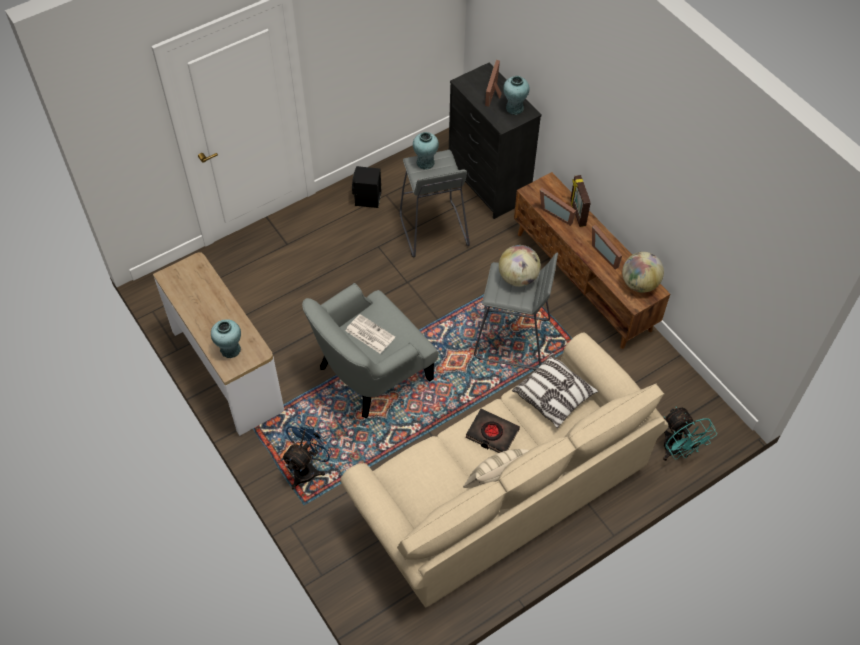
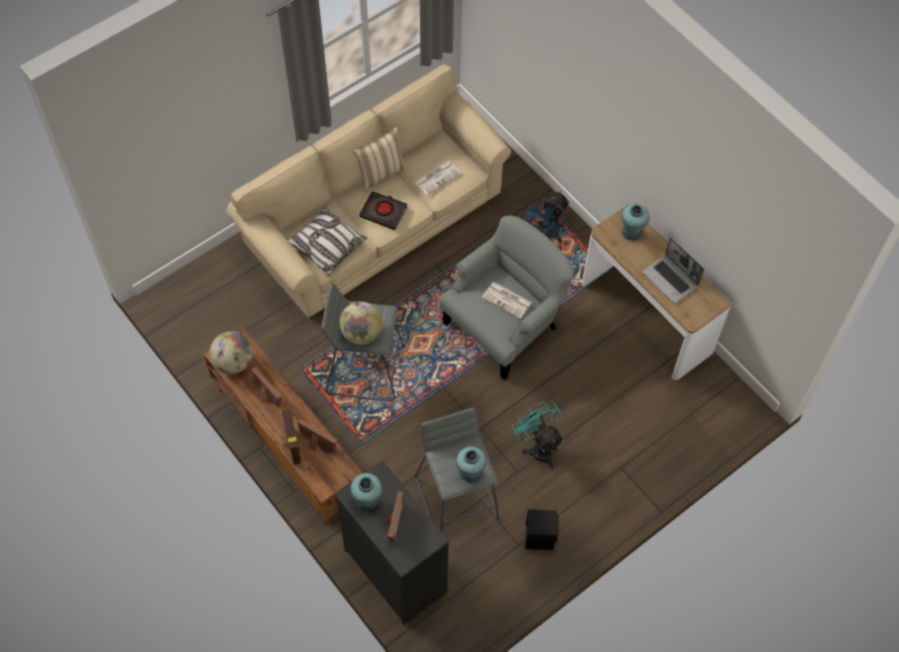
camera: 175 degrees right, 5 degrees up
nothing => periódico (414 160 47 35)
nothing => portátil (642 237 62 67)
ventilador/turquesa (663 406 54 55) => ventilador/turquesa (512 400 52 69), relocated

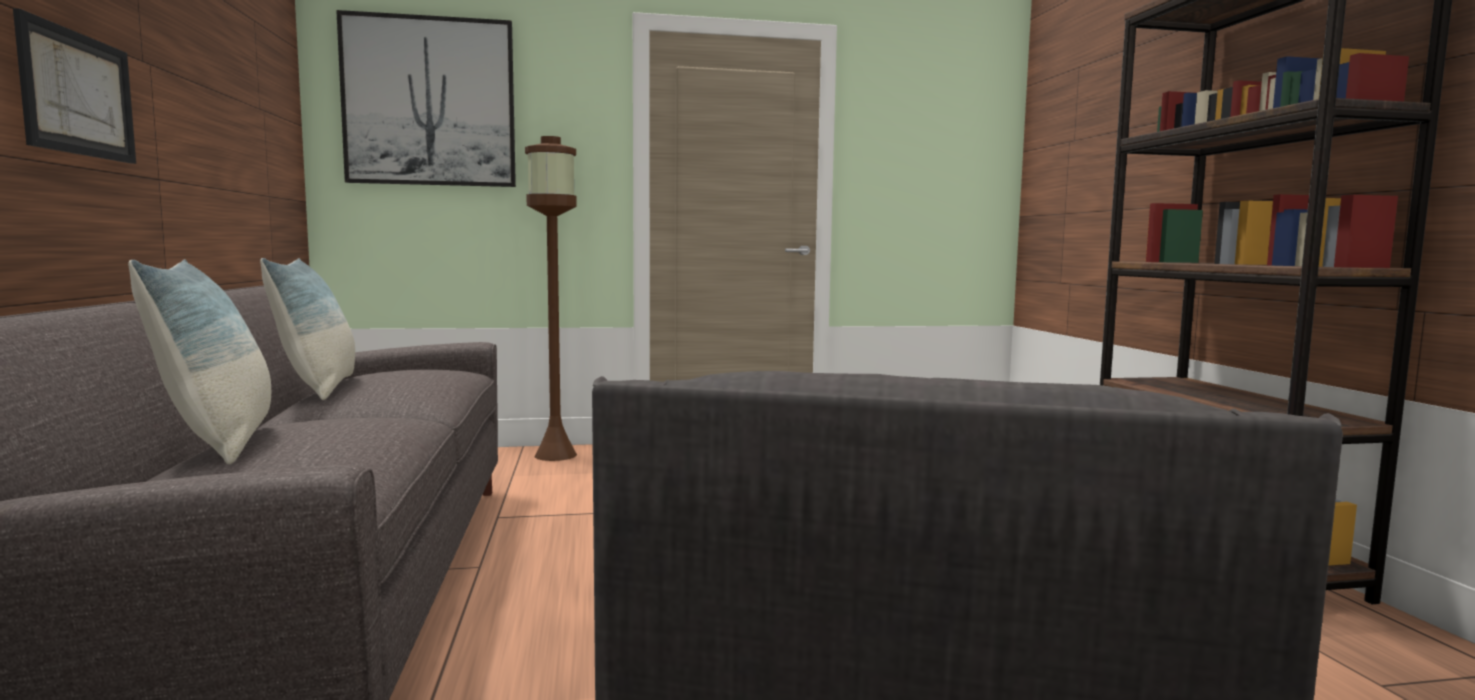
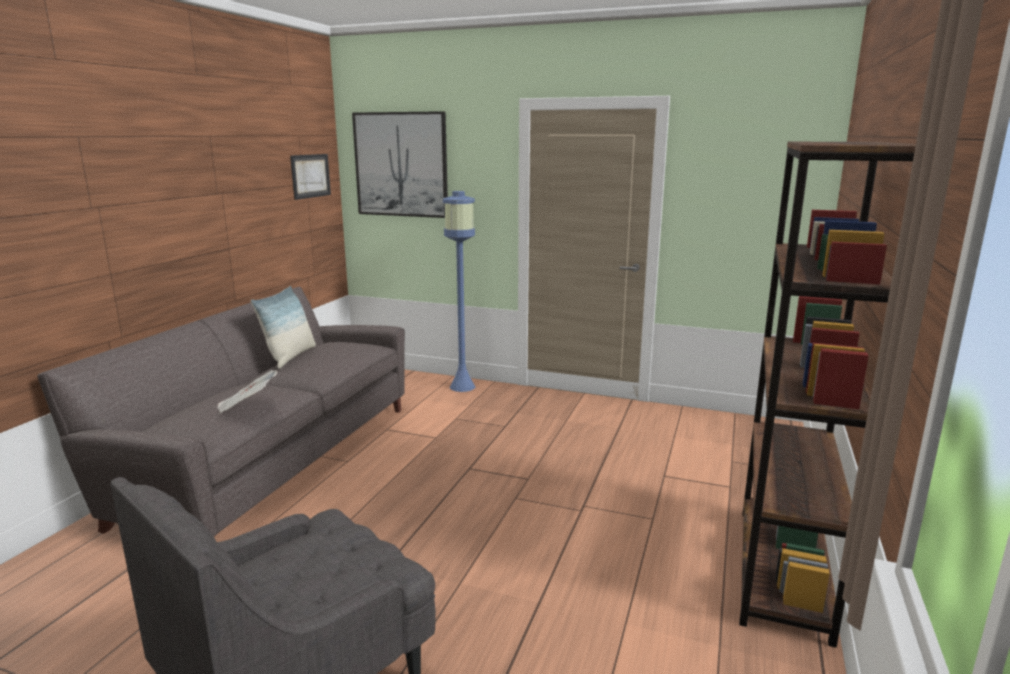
camera: 30 degrees right, 10 degrees up
cojín (128 259 143 205) => nothing
nothing => periódico (217 370 60 44)
cuadro (13 8 123 156) => cuadro (290 154 41 46), relocated
lámpara de pie/marrón (525 136 52 325) => lámpara de pie/azul (443 191 32 201)

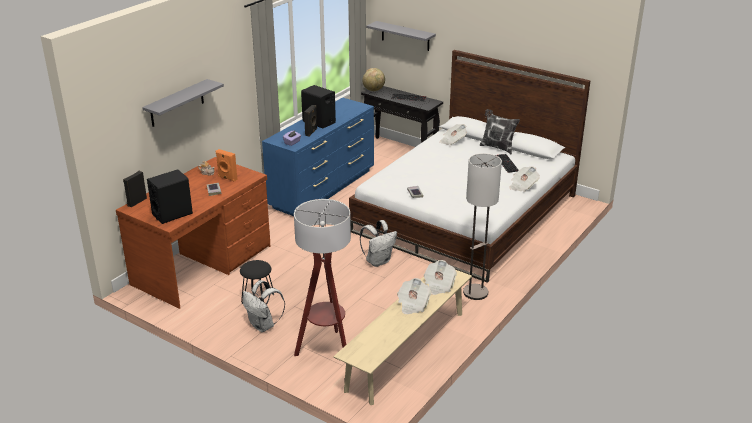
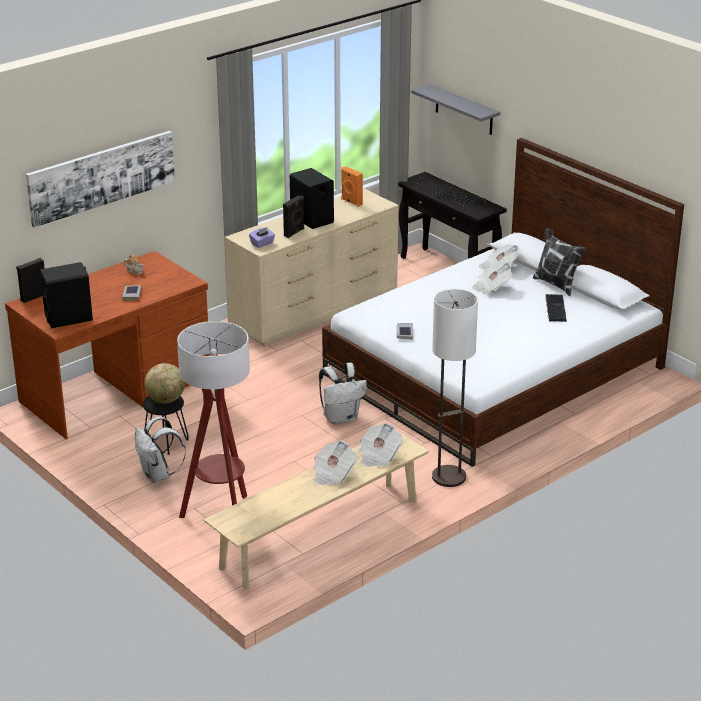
camera: 15 degrees right, 0 degrees up
altavoz/naranja (216 149 21 33) => altavoz/naranja (341 166 22 41), relocated
globo terráqueo (362 68 23 23) => globo terráqueo (145 363 40 40), relocated
periódico (509 167 31 25) => periódico (472 262 40 32), relocated
estante/gris (142 79 82 48) => cuadro (26 131 149 97)
cómoda/azul (262 97 112 119) => cómoda/beis (225 188 174 159)

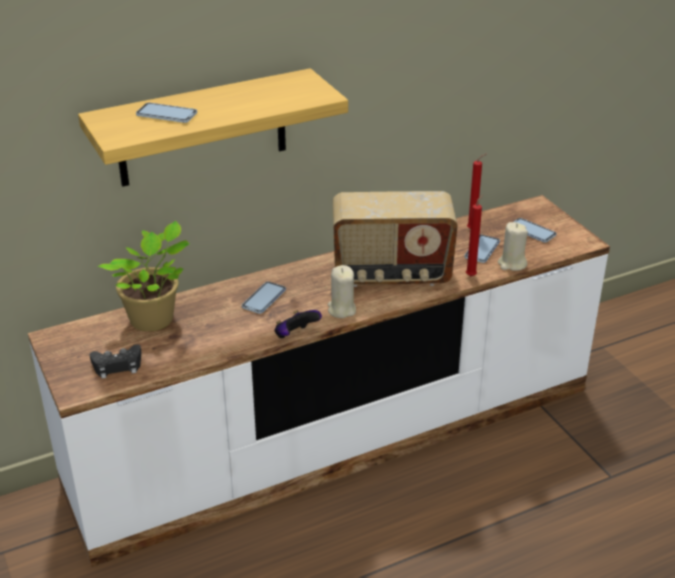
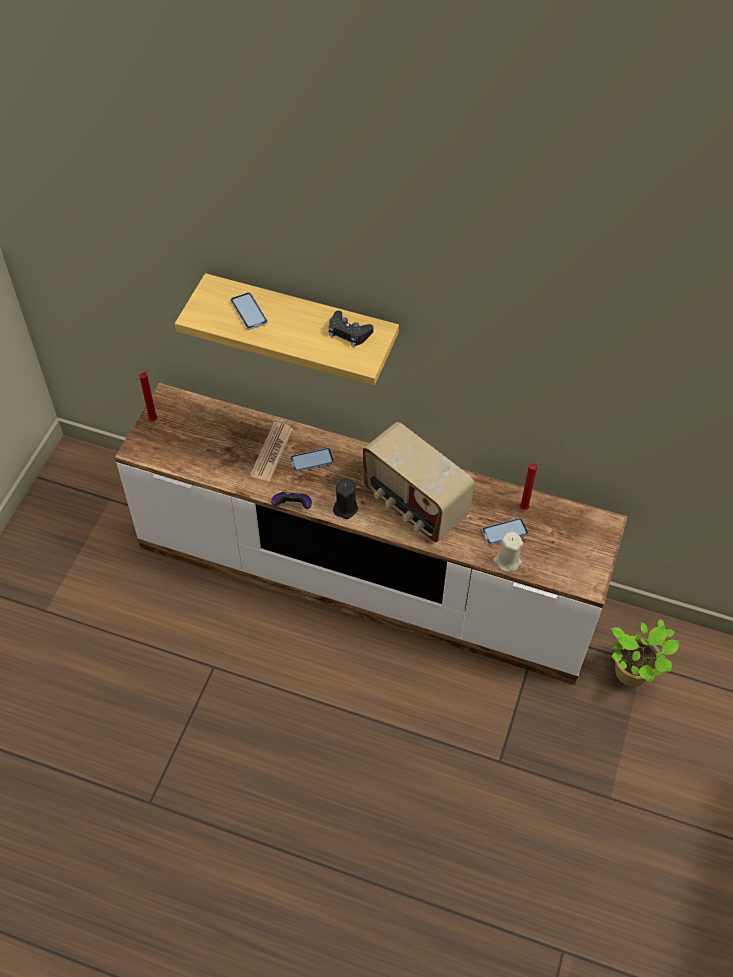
camera: 45 degrees right, 20 degrees up
móvil (513 218 44 25) => nothing
nothing => periódico (250 422 43 59)
mando de consola/negro (90 344 52 35) => mando de consola/negro (329 310 44 37), relocated
planta en maceta (98 221 92 110) => planta en maceta (611 619 68 68), relocated
vela/rojo (466 195 17 81) => vela/rojo (139 369 18 52), relocated
vela/beis (328 265 28 53) => vela/negro (333 479 25 40)

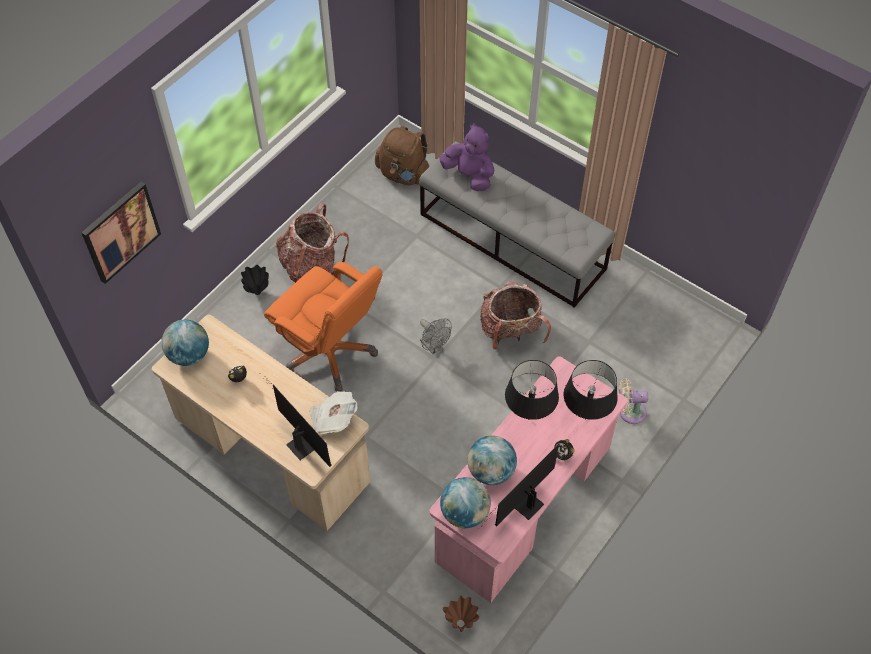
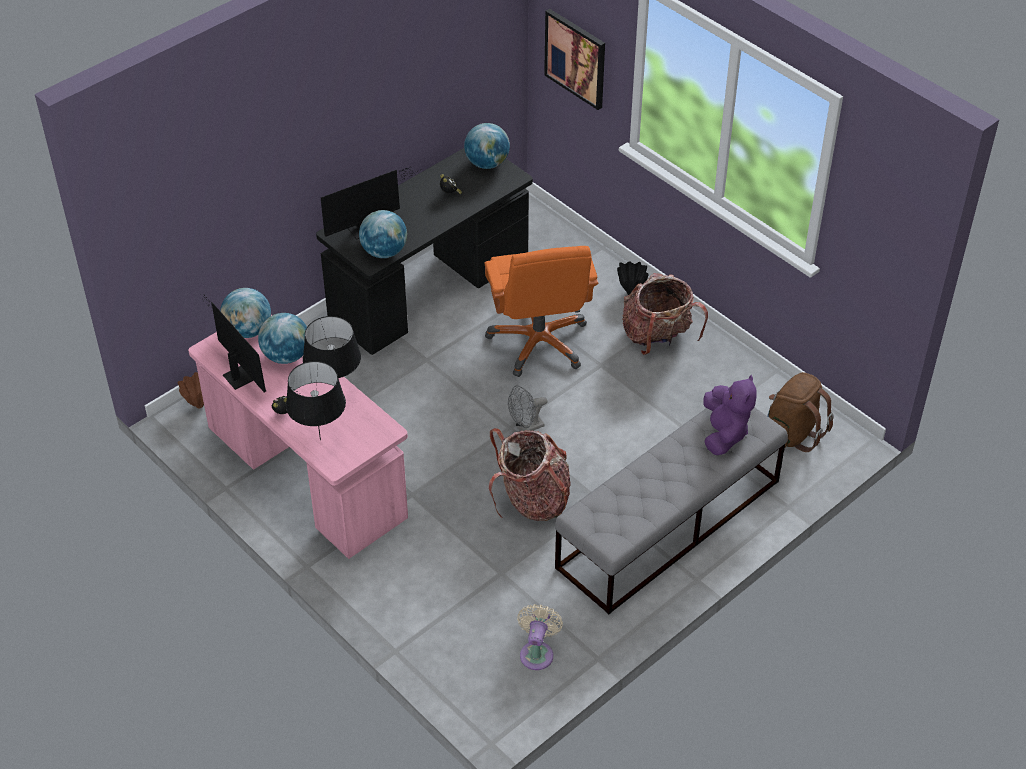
camera: 100 degrees right, 10 degrees down
ventilador/beis (618 378 30 46) => ventilador/beis (517 604 46 66), relocated
periódico (309 391 49 43) => globo terráqueo (359 210 48 48)
escritorio/beis (152 315 218 216) => escritorio/negro (316 148 217 207)
silla de oficina/naranja (264 262 119 130) => silla de oficina/naranja (484 246 114 131), 60 degrees counterclockwise
peluche/morado (439 123 55 68) => peluche/morado (703 375 54 81), 45 degrees counterclockwise

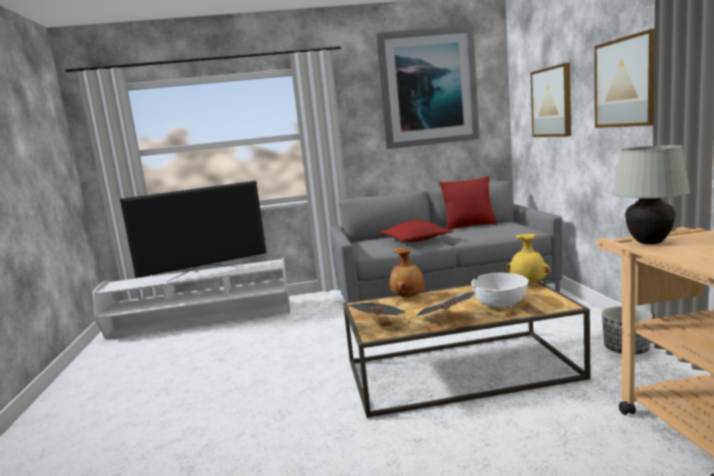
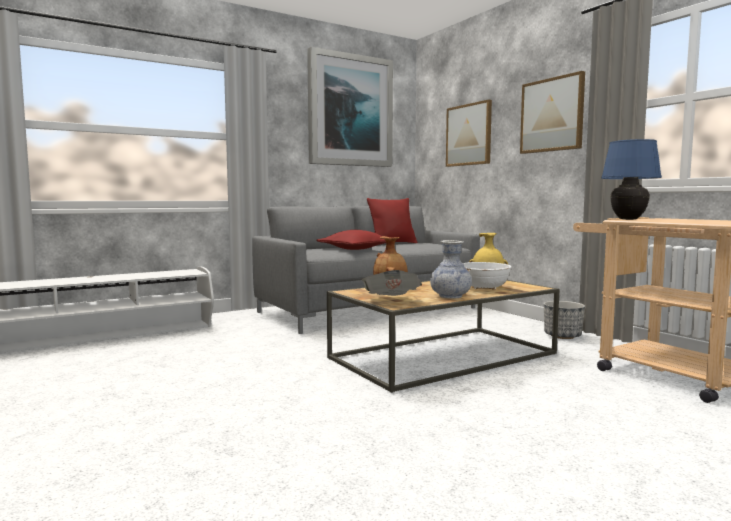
camera: 25 degrees left, 5 degrees down
televisor (120 181 146 101) => nothing
periódico (417 292 58 24) => florero (430 240 42 59)
lámpara de mesa/blanco (612 145 78 99) => lámpara de mesa/azul (601 139 61 81)

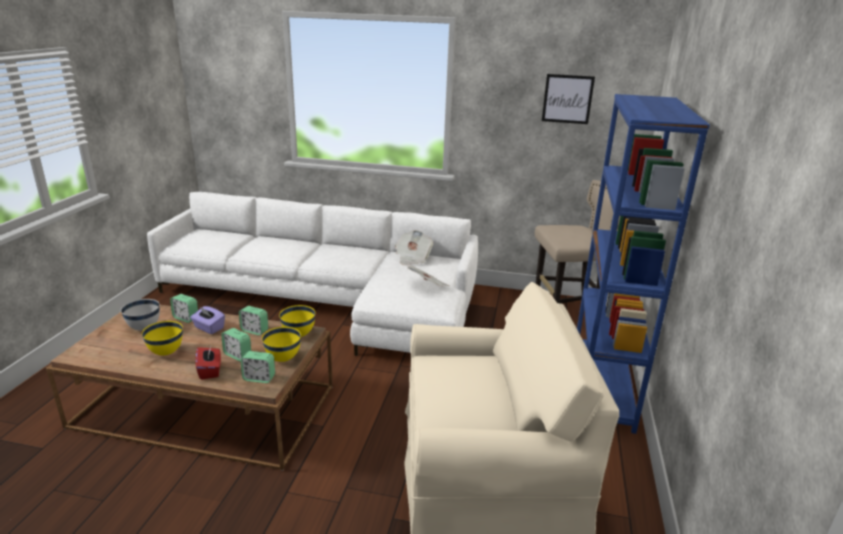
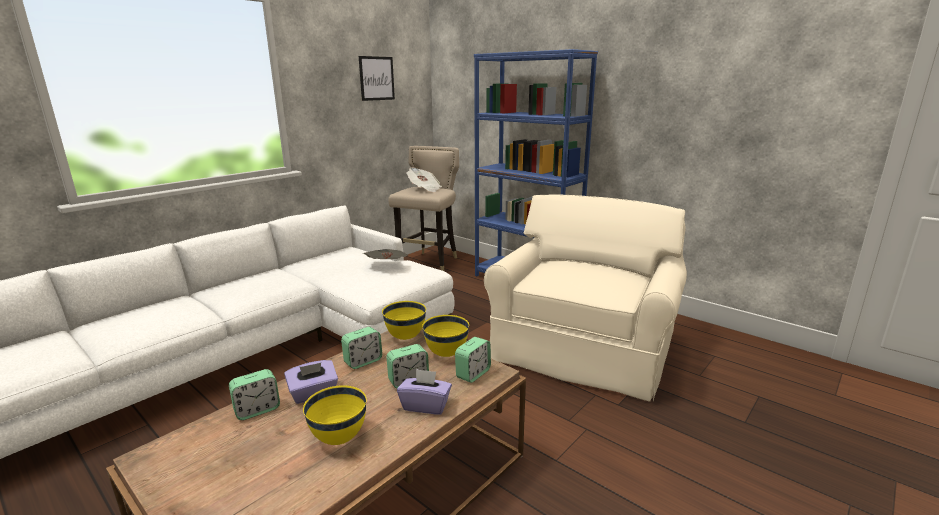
camera: 60 degrees left, 5 degrees down
cuenco/blanco (121 299 39 32) => nothing
periódico (395 230 38 35) => periódico (406 168 36 24), relocated
caja de pañuelos/rojo (195 346 26 34) => caja de pañuelos/morado (397 369 55 46)

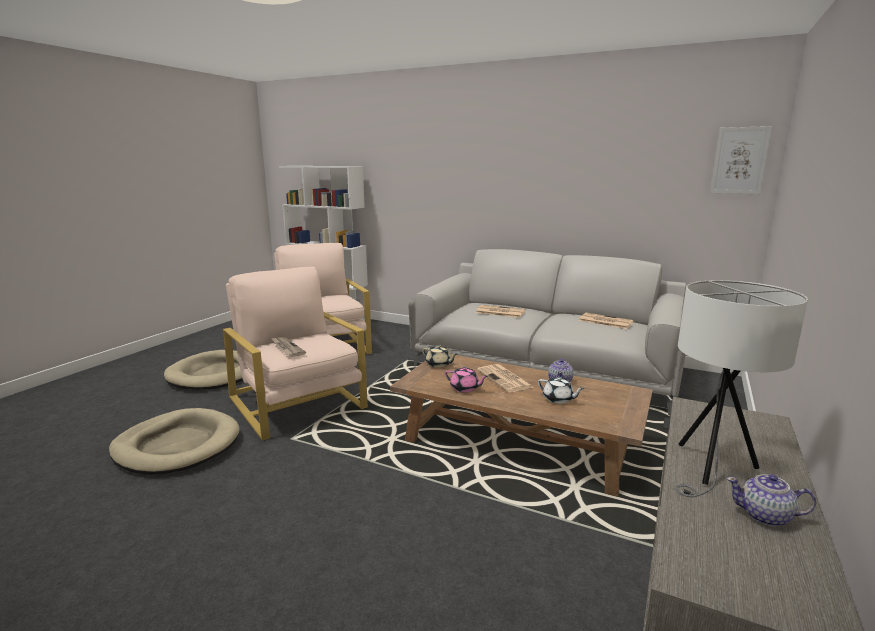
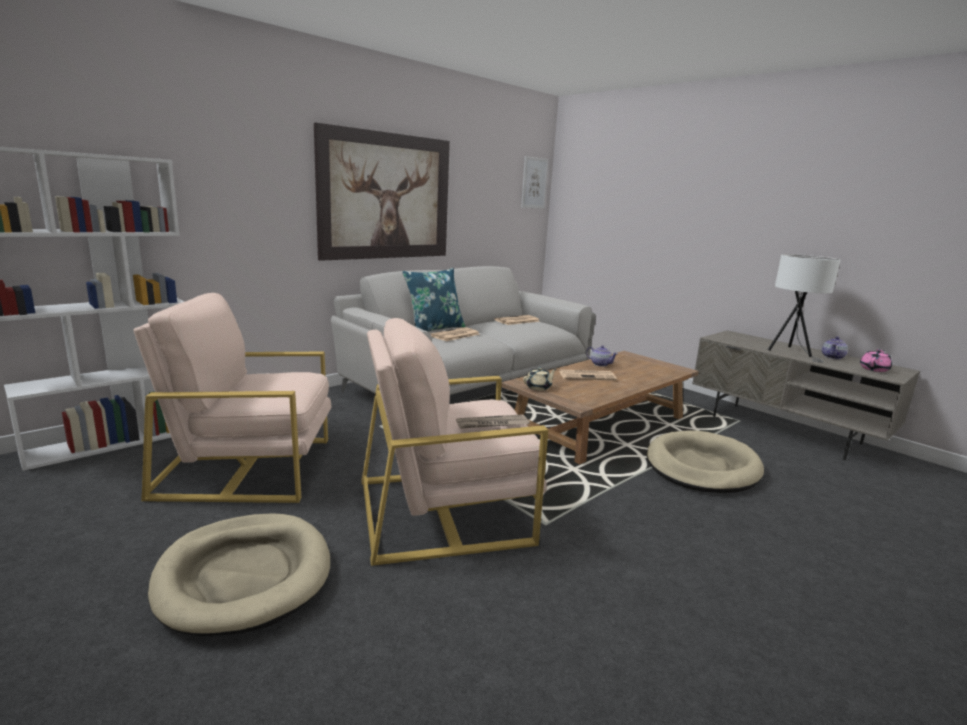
camera: 70 degrees left, 0 degrees up
tetera/blanco (538 377 46 27) => nothing
nothing => cuadro (314 123 136 138)
nothing => cojín/azul (402 268 64 64)
cama para perro/beis (109 408 131 67) => cama para perro/beis (647 430 117 63), relocated
tetera/rosa (445 367 43 25) => tetera/rosa (860 349 32 23), relocated

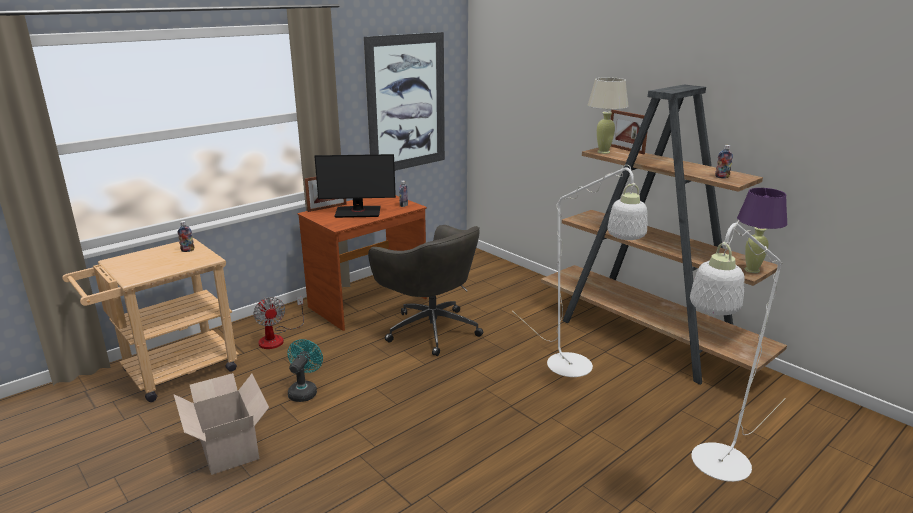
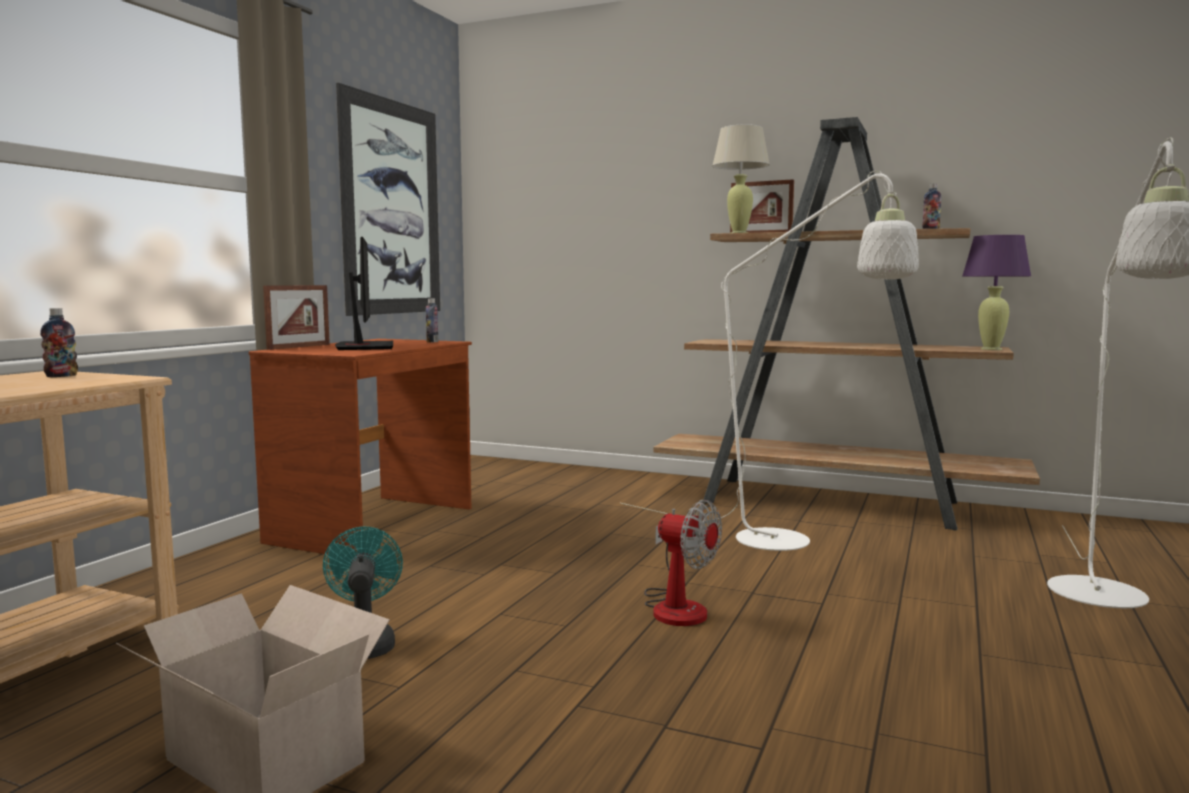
camera: 25 degrees left, 15 degrees down
silla de oficina/gris (368 225 115 131) => nothing
ventilador (253 296 51 53) => ventilador (644 500 78 126), relocated
monitor (314 154 82 64) => monitor (335 237 58 113), 75 degrees counterclockwise

